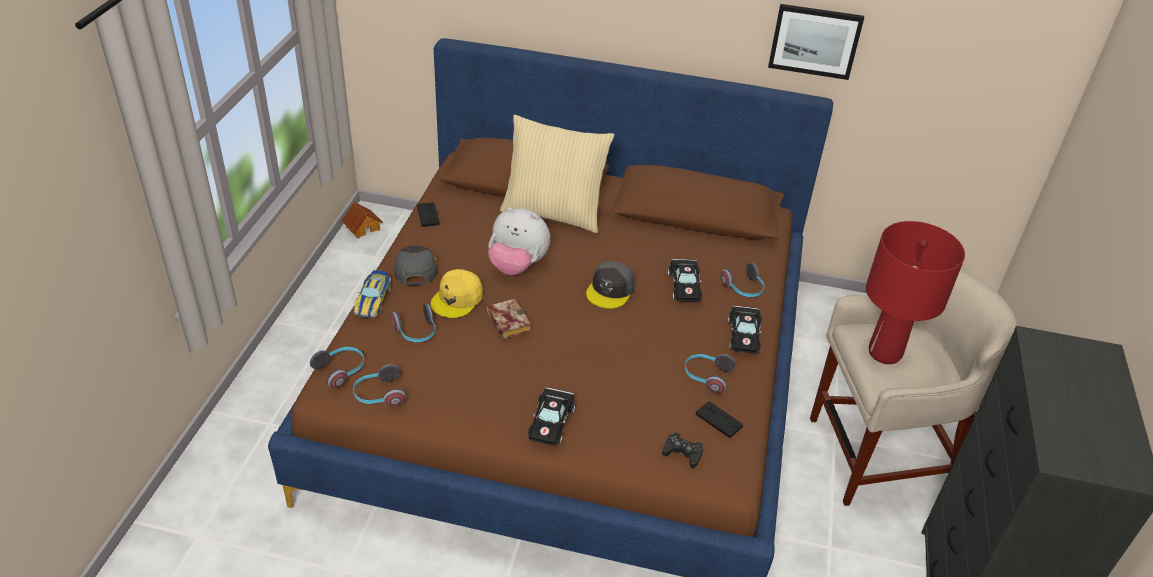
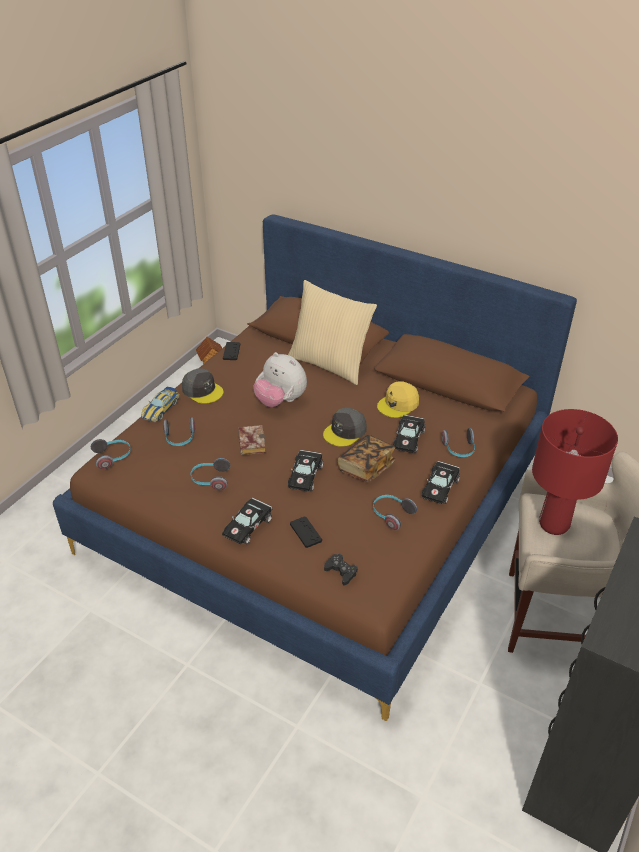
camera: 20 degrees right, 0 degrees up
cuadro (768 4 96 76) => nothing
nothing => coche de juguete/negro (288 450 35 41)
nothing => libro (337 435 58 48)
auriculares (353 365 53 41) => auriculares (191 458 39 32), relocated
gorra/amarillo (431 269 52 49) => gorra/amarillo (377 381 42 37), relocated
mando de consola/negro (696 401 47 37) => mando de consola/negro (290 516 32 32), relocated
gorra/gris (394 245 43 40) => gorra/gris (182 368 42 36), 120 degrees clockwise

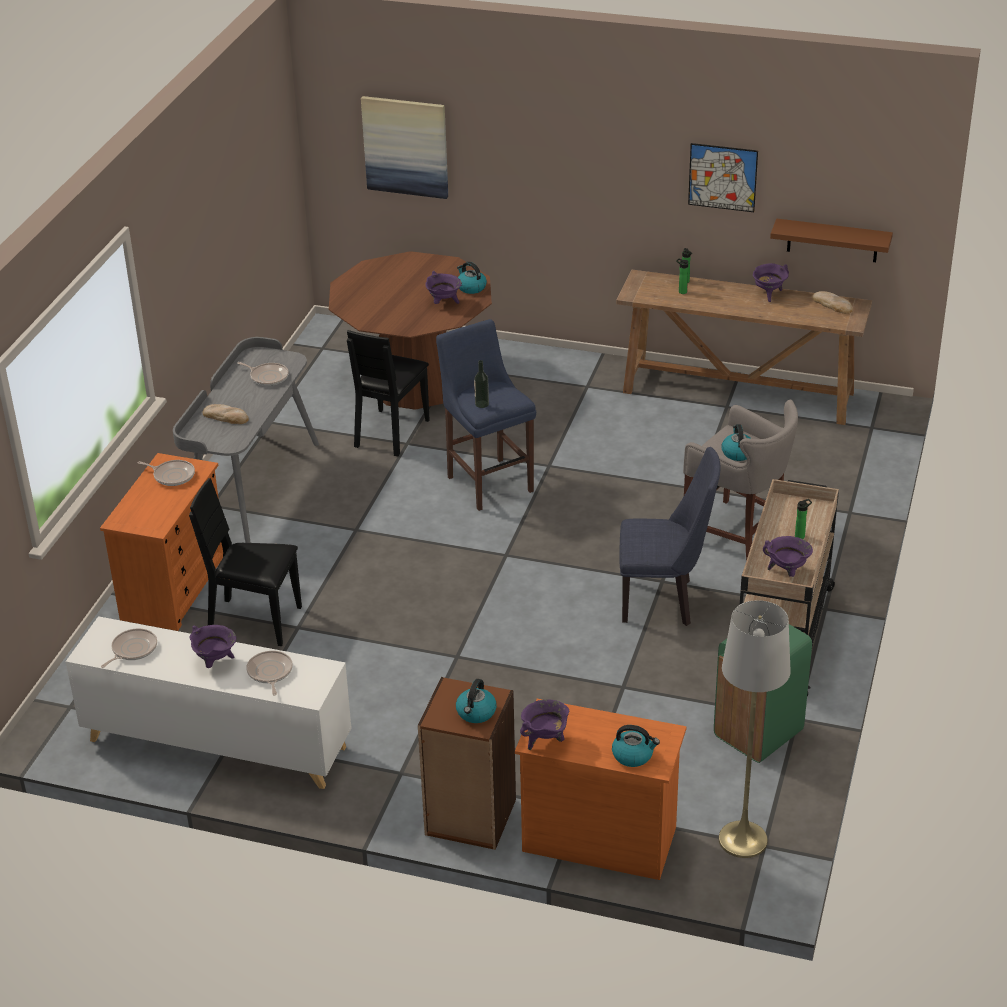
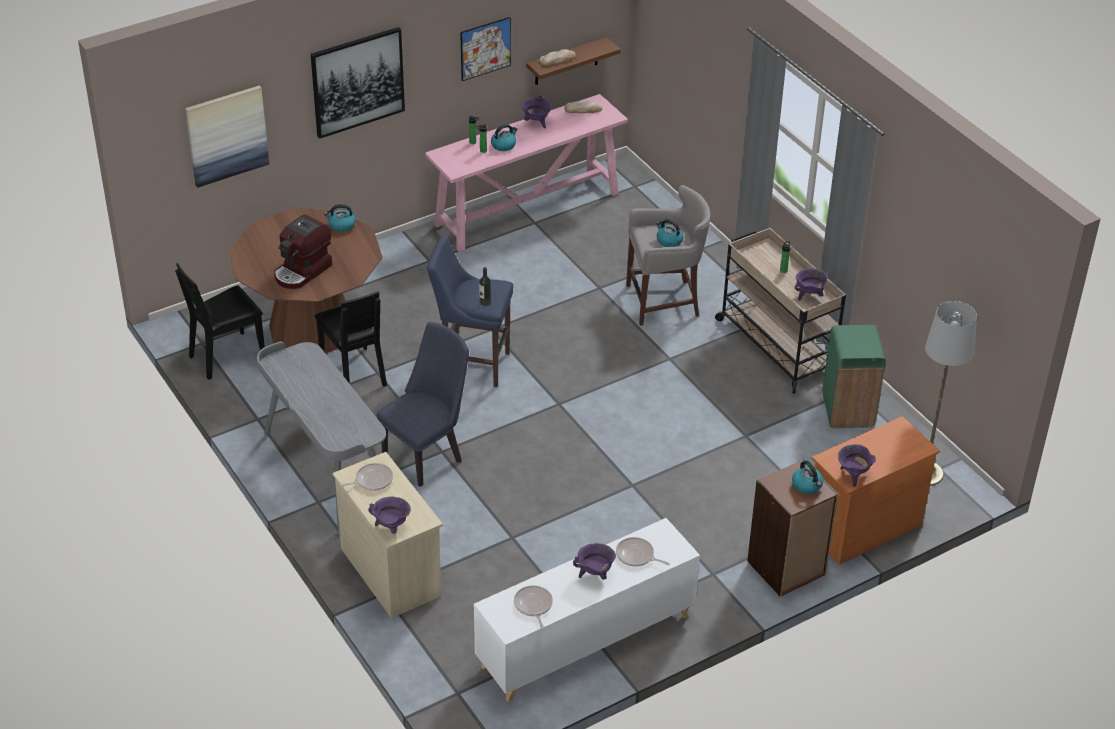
camera: 50 degrees left, 5 degrees up
sartén (237 362 52 24) => nothing
nothing => cafetera (274 214 58 75)
nothing => cuadro (311 27 94 112)
silla/negro (189 478 113 168) => silla/negro (175 263 90 117), relocated
pan (203 404 46 20) => pan (539 49 37 17), relocated
olla/morado (425 271 37 33) => olla/morado (368 497 43 37), relocated
hervidor (612 725 48 42) => hervidor (491 124 27 27), relocated
silla/azul (619 447 102 179) => silla/azul (377 322 92 165), relocated
cómoda/naranja (100 453 124 178) => cómoda/beis (333 452 110 166)
mesa consola/marrón (616 269 256 156) => mesa consola/rosa (425 94 203 158)

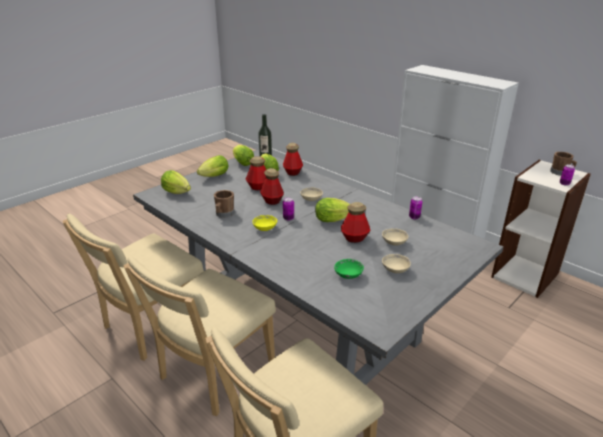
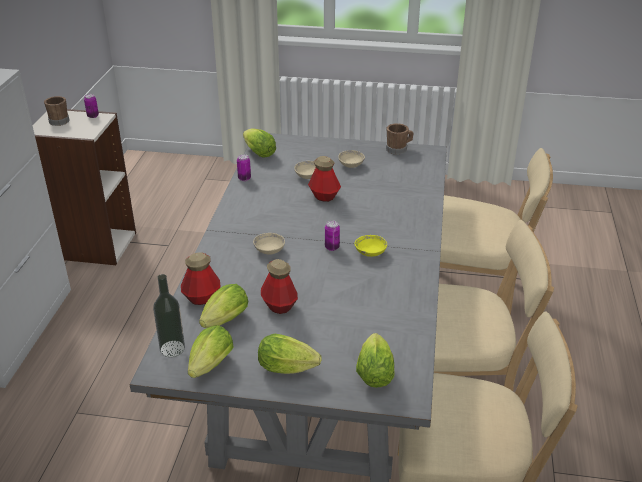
camera: 125 degrees left, 5 degrees up
botella (260 168 24 37) => nothing
cuenco/verde (334 259 30 20) => nothing
taza grande/marrón (214 190 21 28) => taza grande/marrón (386 123 28 32), relocated
lechuga (315 198 35 24) => lechuga (243 128 33 30), relocated

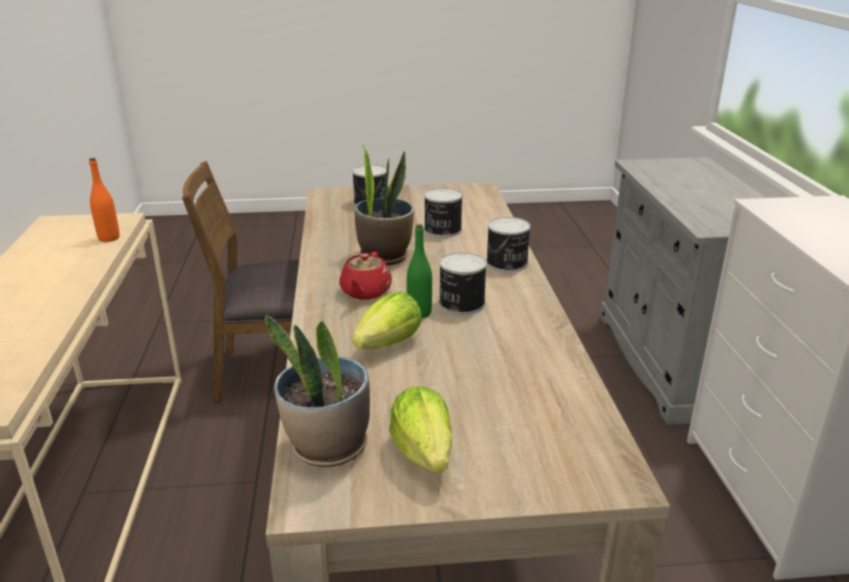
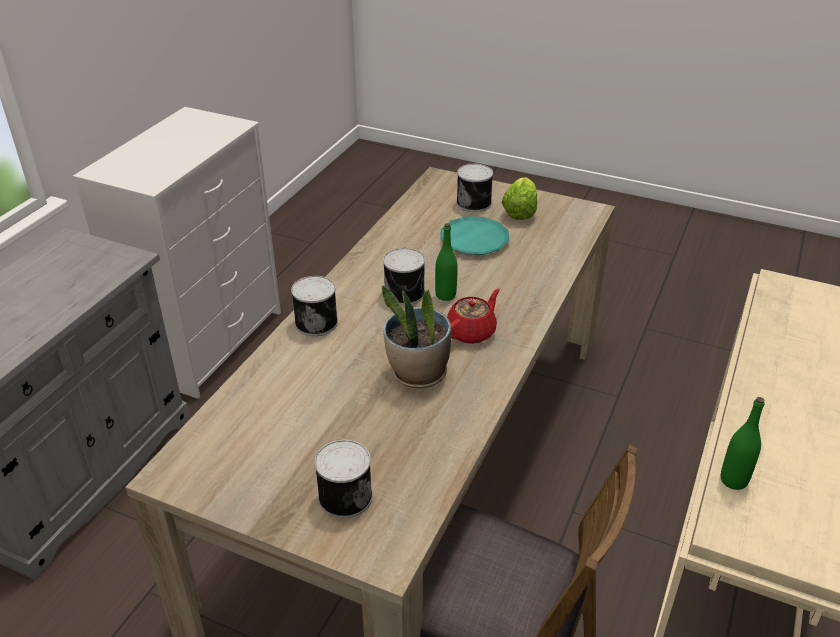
camera: 150 degrees left, 10 degrees up
planta en maceta (265 315 105 152) => nothing
lechuga (352 292 70 57) => nothing
nothing => plato/turquesa (440 216 69 39)
lata (424 188 39 49) => lata (456 164 37 48), relocated
botella/naranja (89 158 31 84) => botella/verde (721 397 44 93)

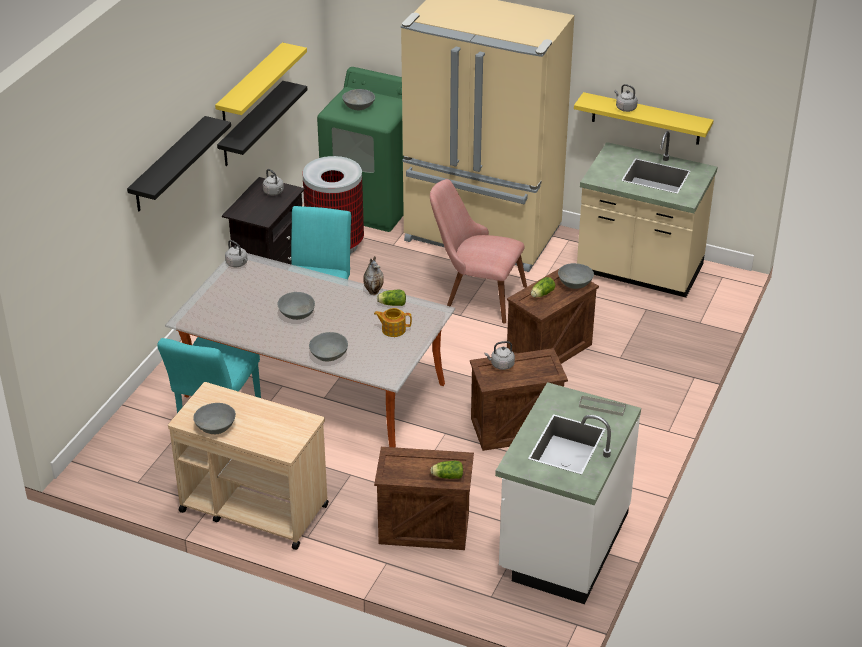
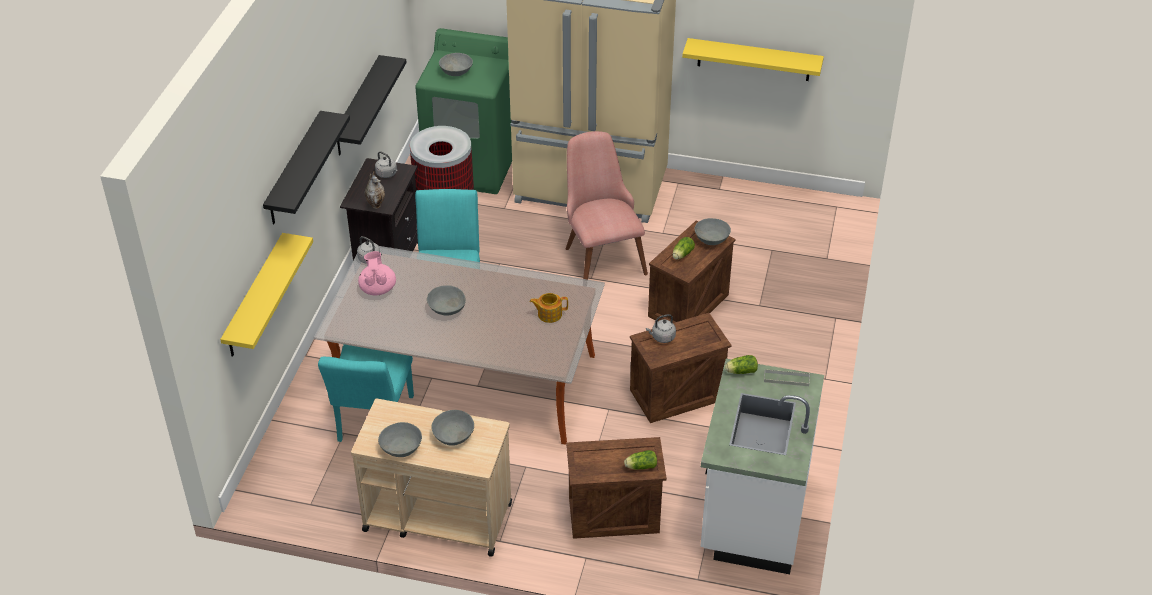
camera: 10 degrees left, 5 degrees up
mueble bajo de cocina/beis (577 131 141 166) => nothing
hervidor/gris (614 84 24 28) => nothing
nothing => tetera/rosa (358 251 38 44)
estante/amarillo (215 42 92 79) => estante/amarillo (220 233 93 124), relocated
cuenco/gris (309 332 39 29) => cuenco/gris (431 410 43 36), relocated
florero (363 256 21 39) => florero (365 171 20 38), relocated
lechuga (377 290 29 16) => lechuga (725 355 33 19), relocated
silla/rosa (430 179 97 145) => silla/rosa (566 131 82 149), 60 degrees clockwise

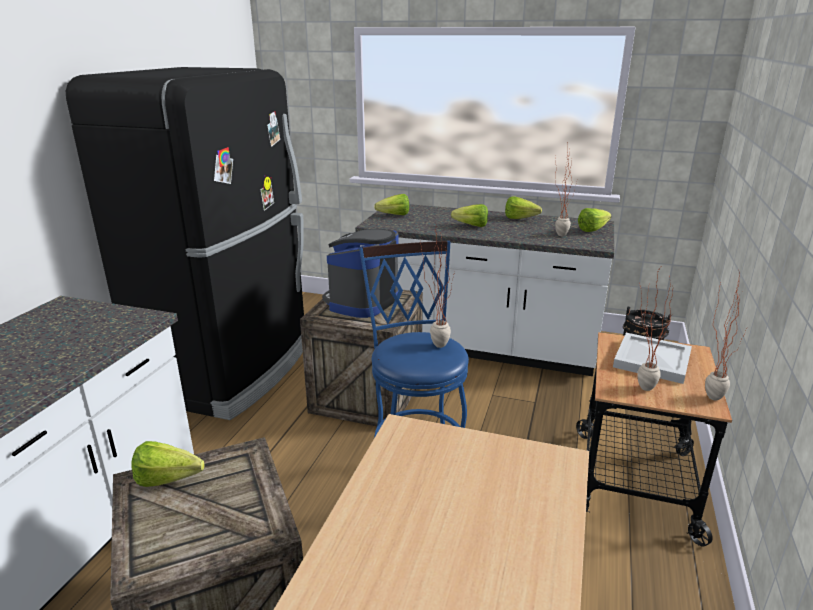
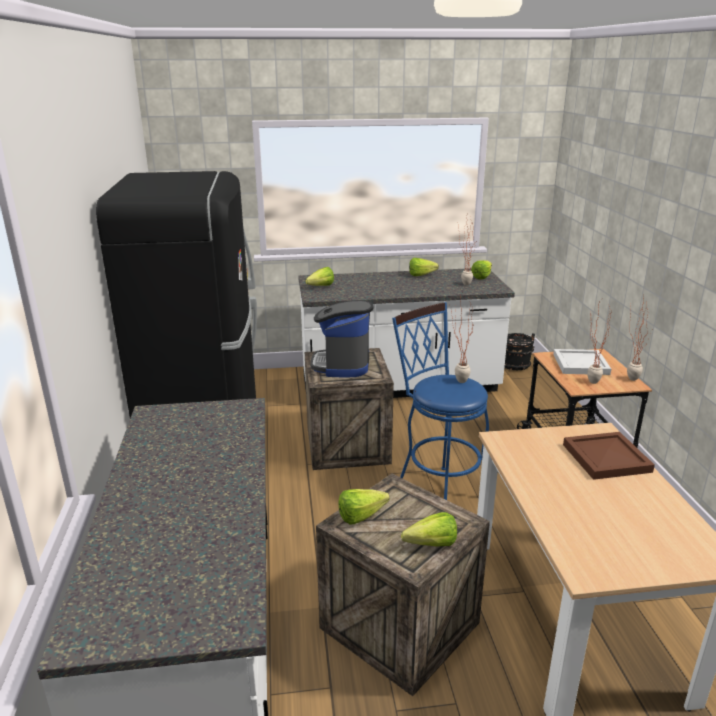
camera: 25 degrees left, 0 degrees up
nothing => bandeja/marrón (563 432 92 48)
lechuga (451 204 37 23) => lechuga (401 512 56 34), relocated

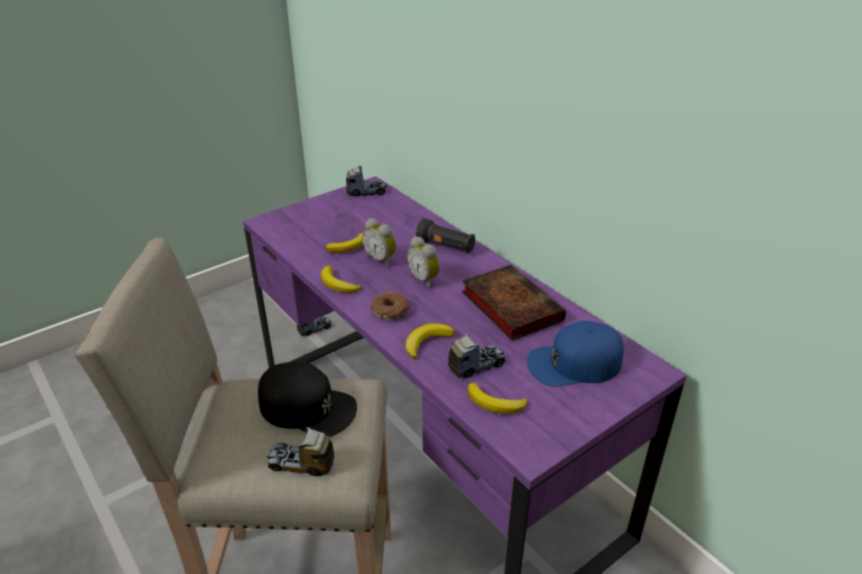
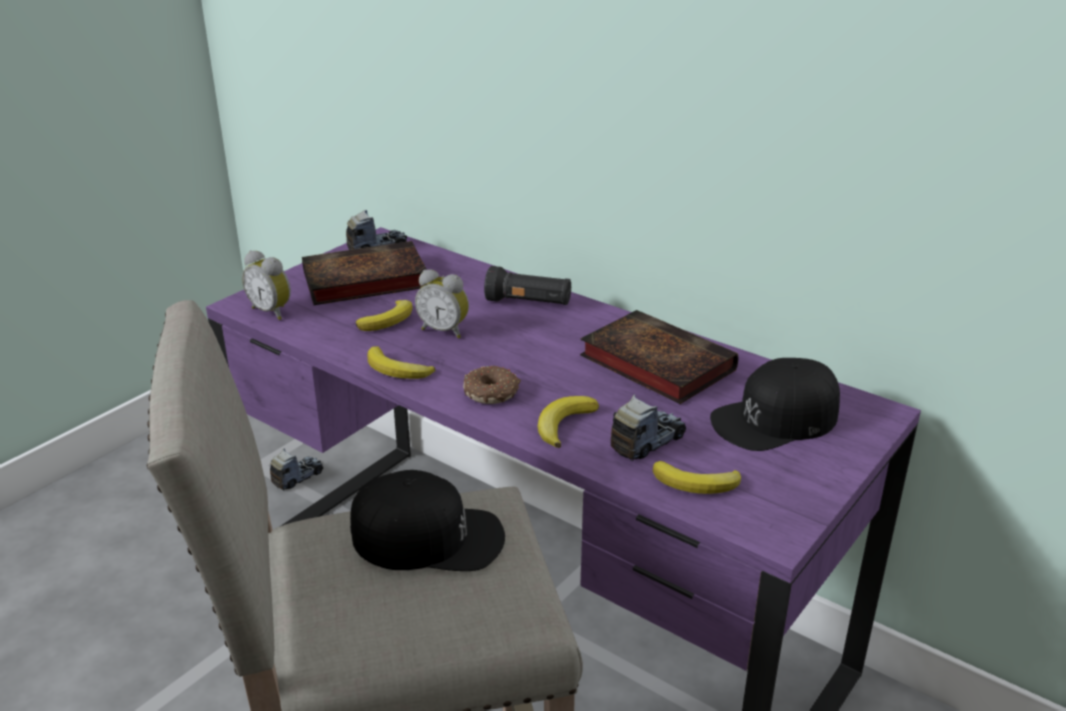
camera: 15 degrees left, 5 degrees down
camión de juguete (267 427 67 49) => nothing
nothing => libro (302 241 125 64)
despertador (407 236 33 52) => despertador (242 250 49 70), relocated
gorra/azul (527 321 97 66) => gorra/negro (710 358 130 93)

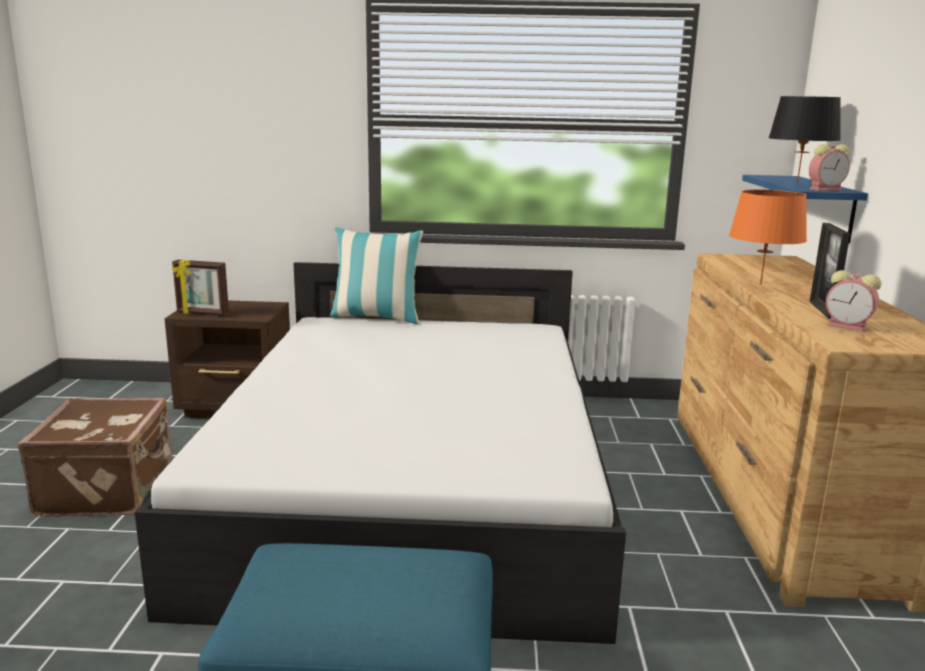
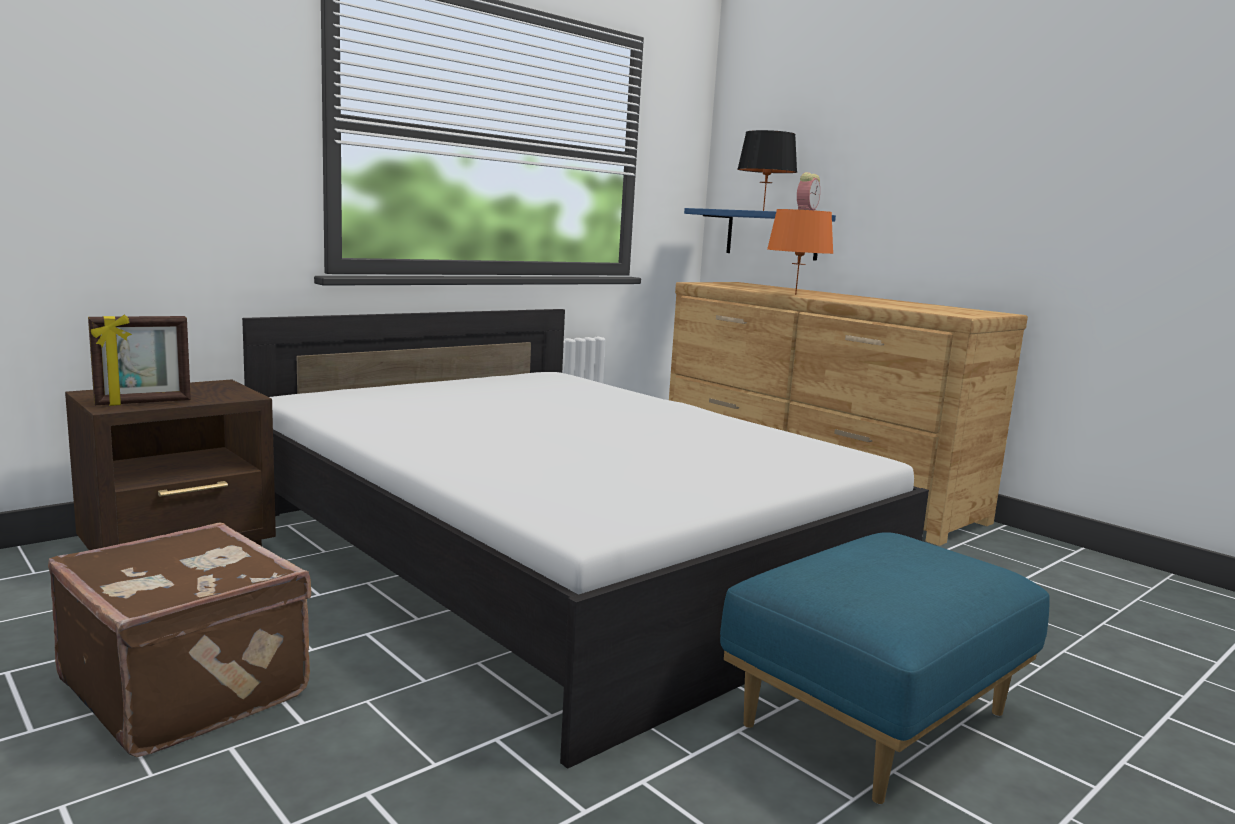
camera: 45 degrees left, 5 degrees down
cojín (330 227 93 97) => nothing
portarretratos (810 223 40 96) => nothing
despertador (826 270 55 62) => nothing

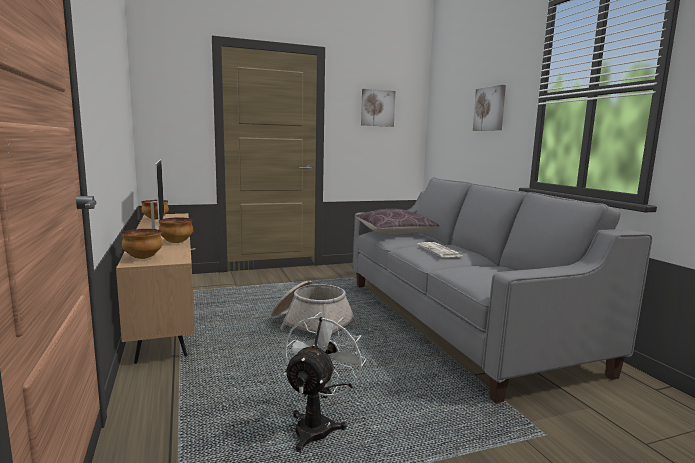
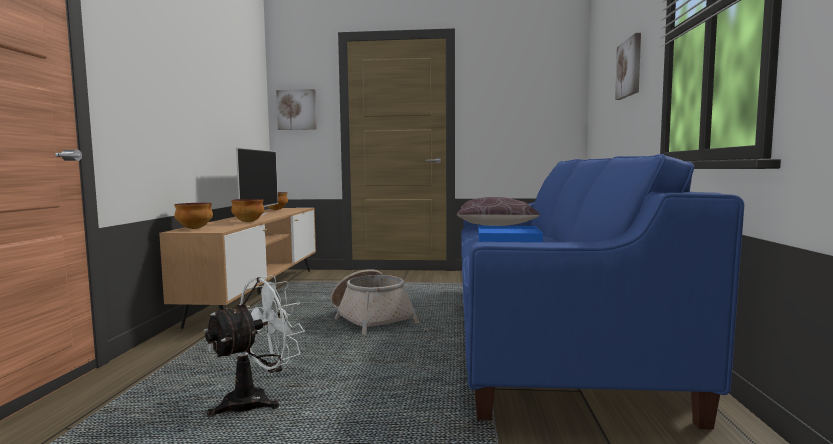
camera: 25 degrees right, 5 degrees down
cuadro (361 89 34 38) => cuadro (276 89 41 41), relocated
periódico (417 242 46 15) => bandeja/azul (479 226 64 16)
sofá/gris (352 177 301 226) => sofá/azul (461 154 283 276)

